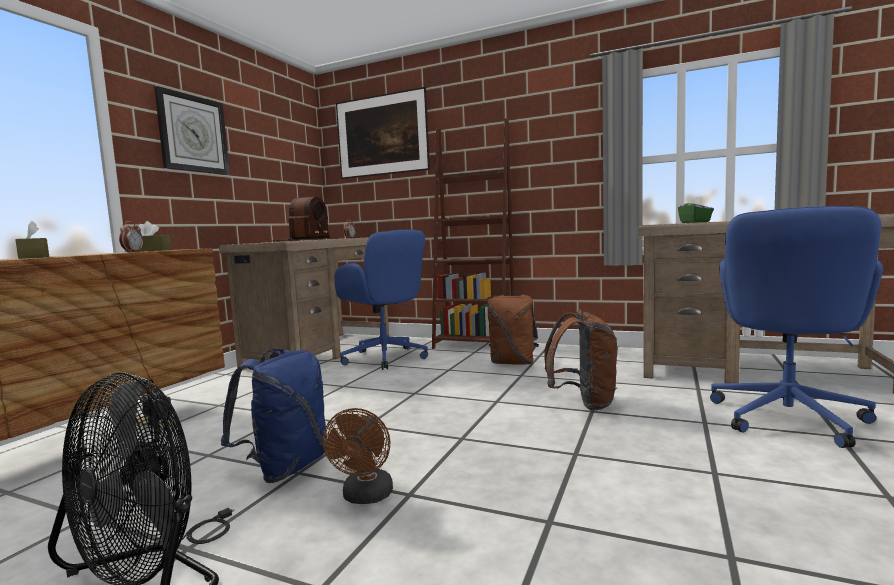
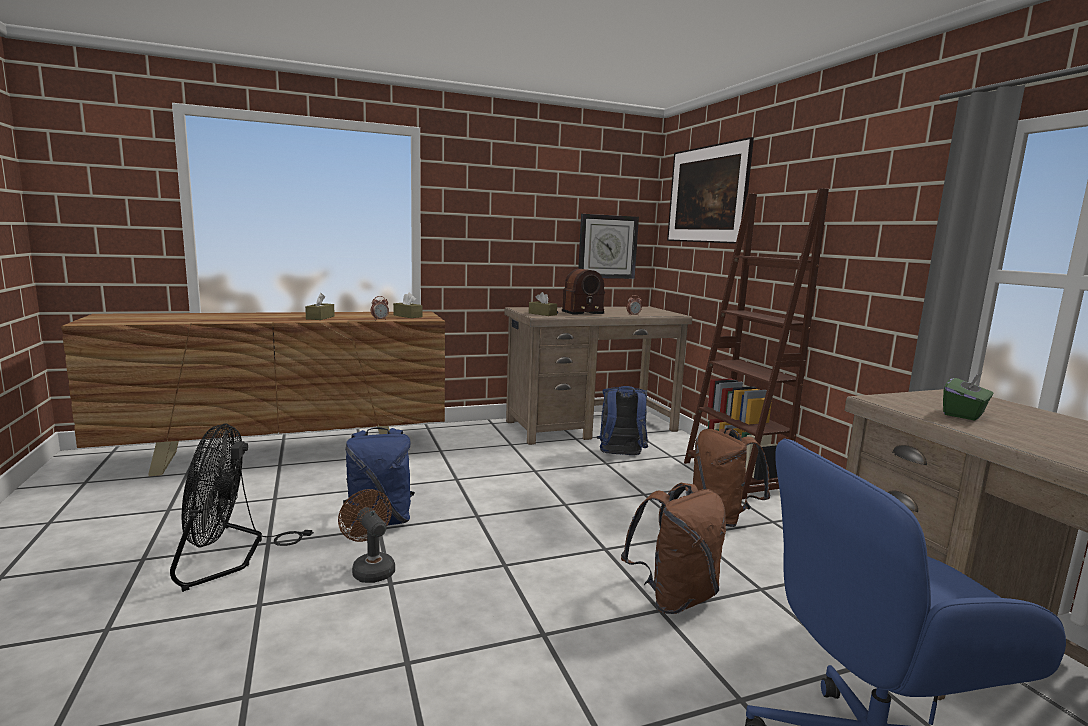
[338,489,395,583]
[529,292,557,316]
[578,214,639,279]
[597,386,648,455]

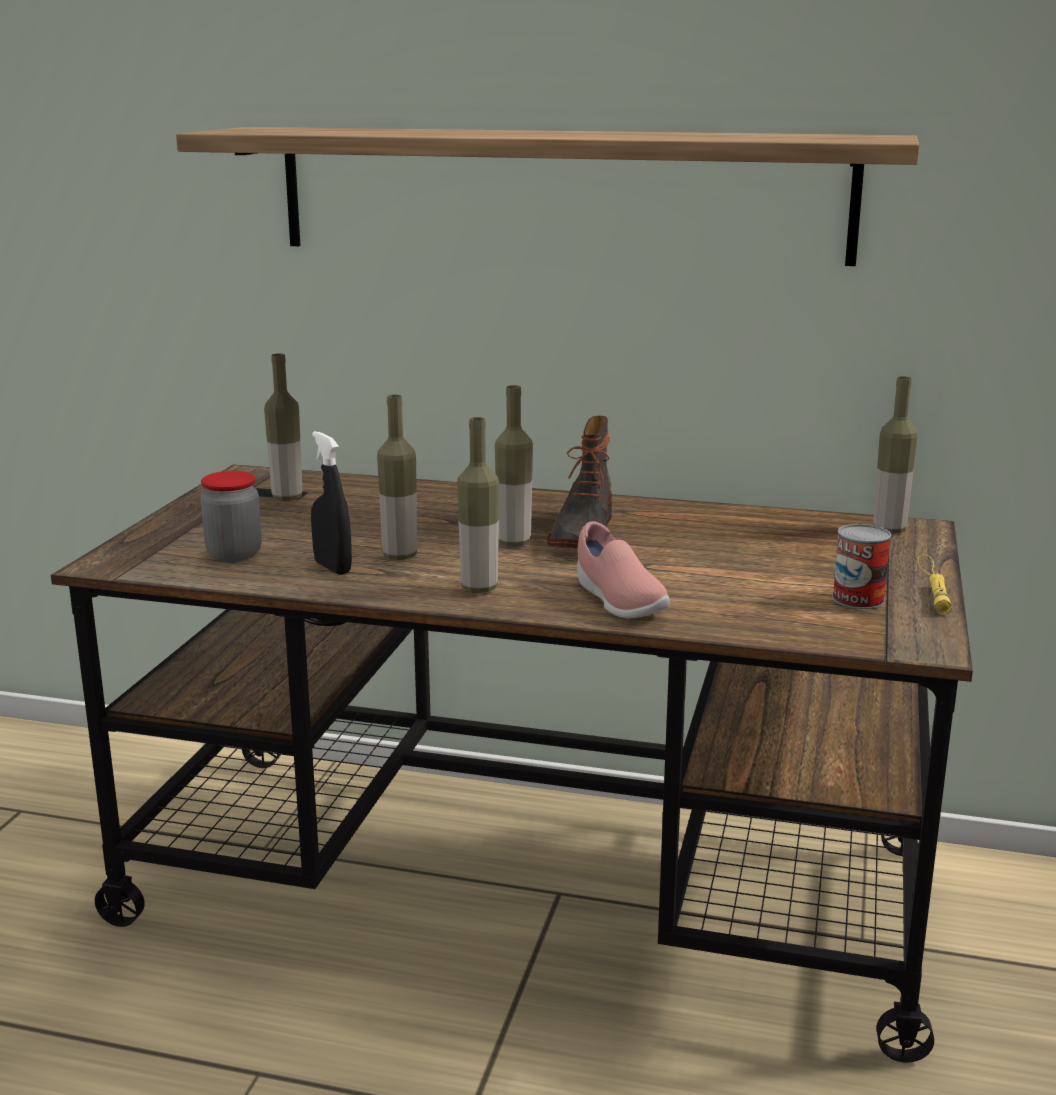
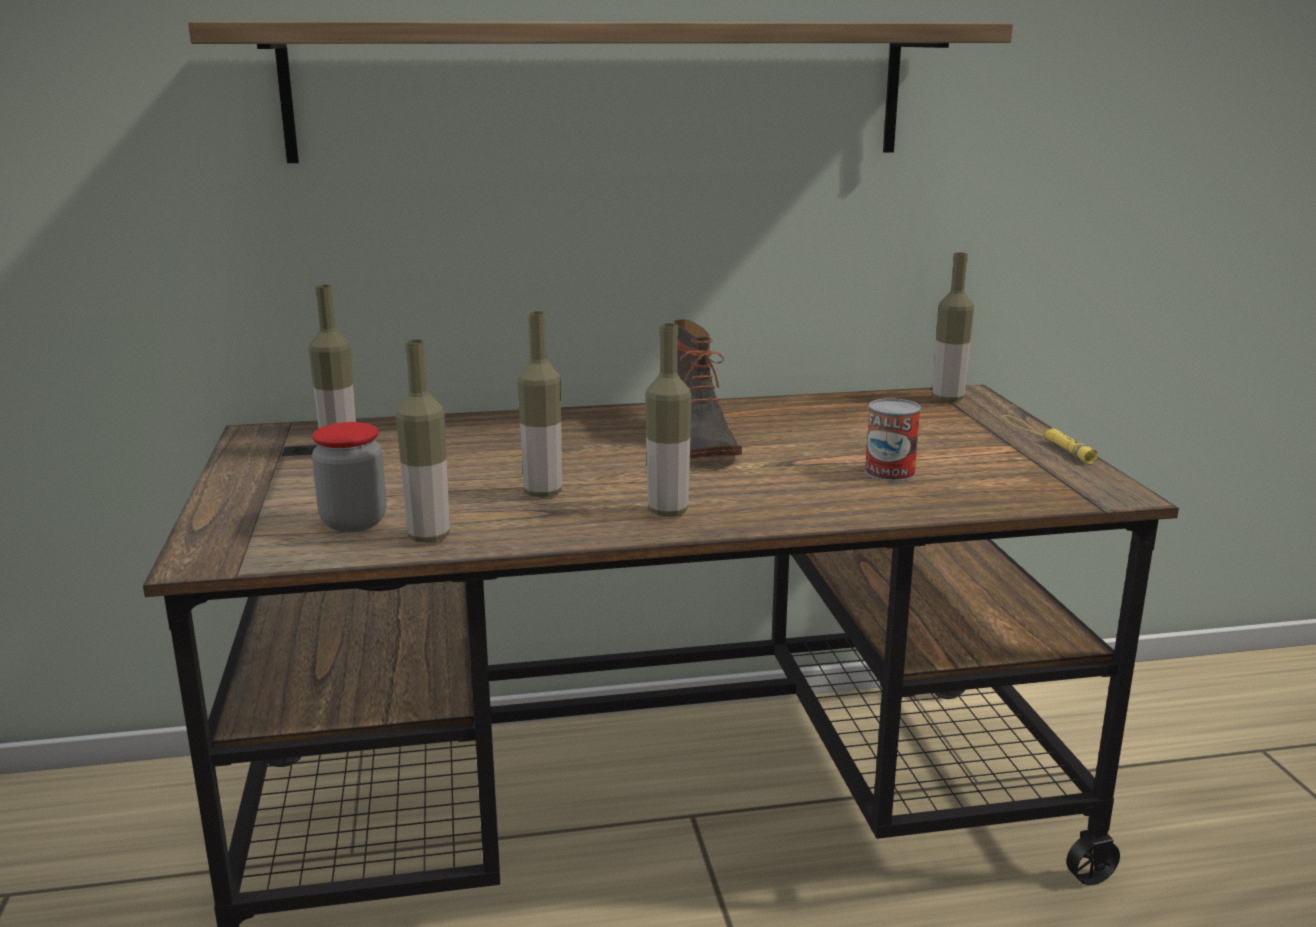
[396,339,450,543]
[864,398,921,481]
[311,431,352,575] (first image)
[577,521,670,619] (first image)

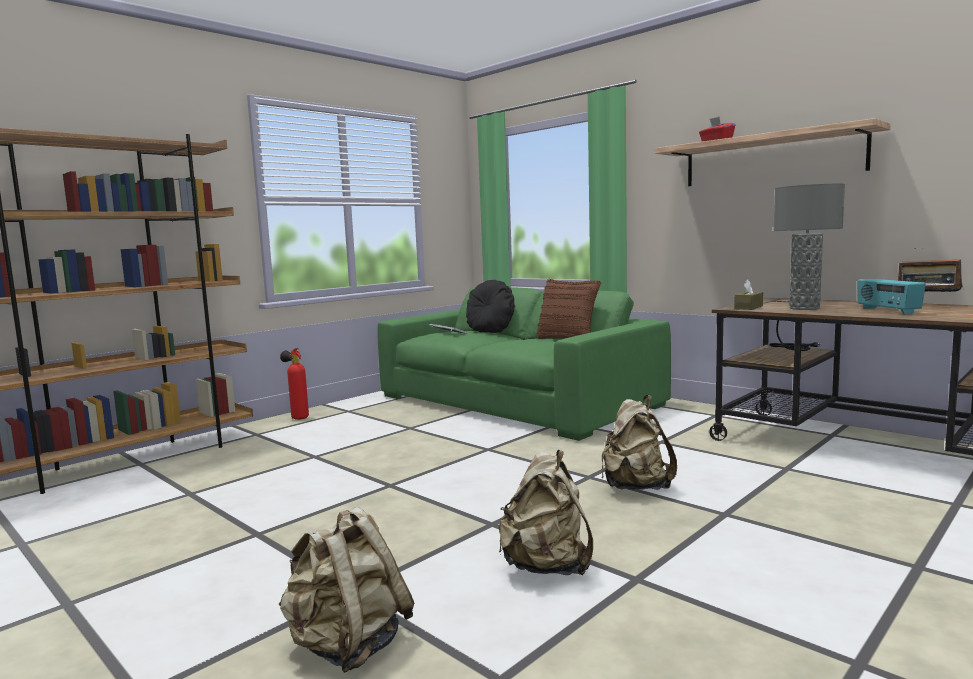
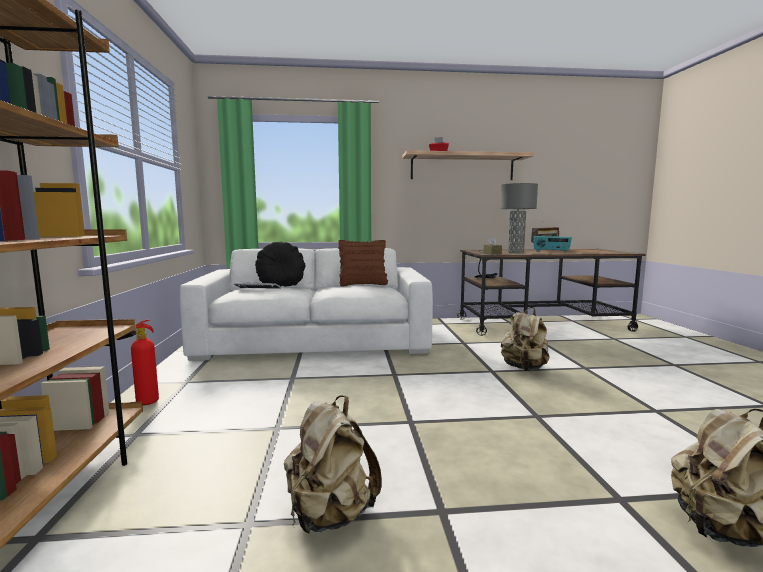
[180,248,433,361]
[284,395,382,534]

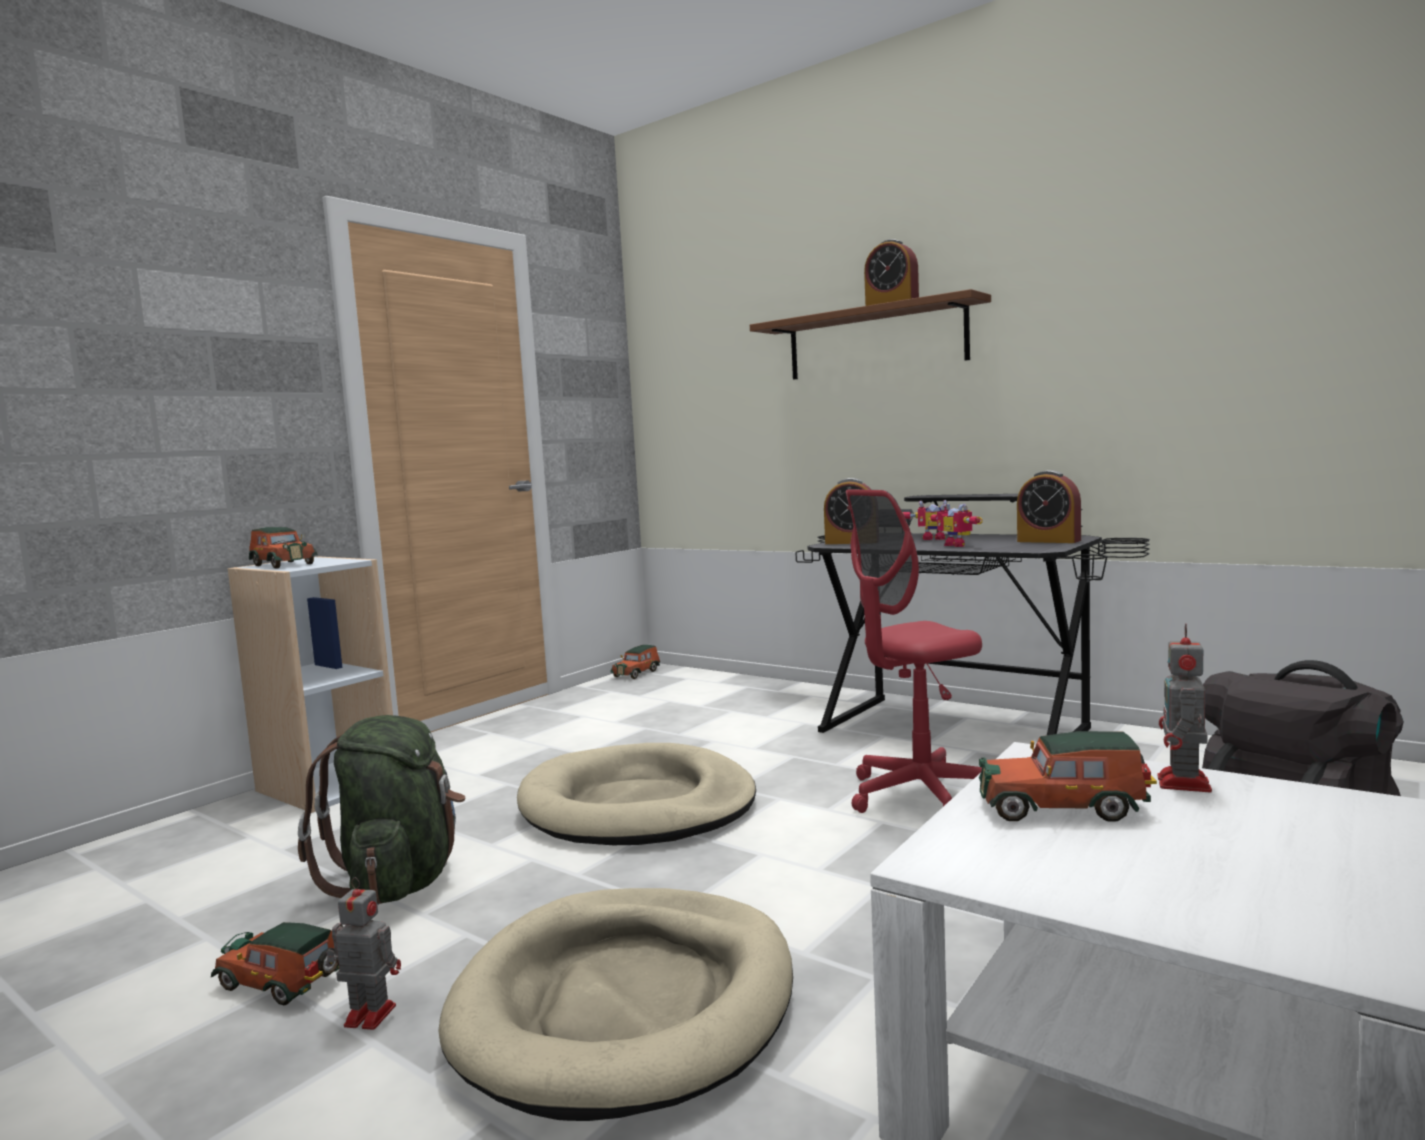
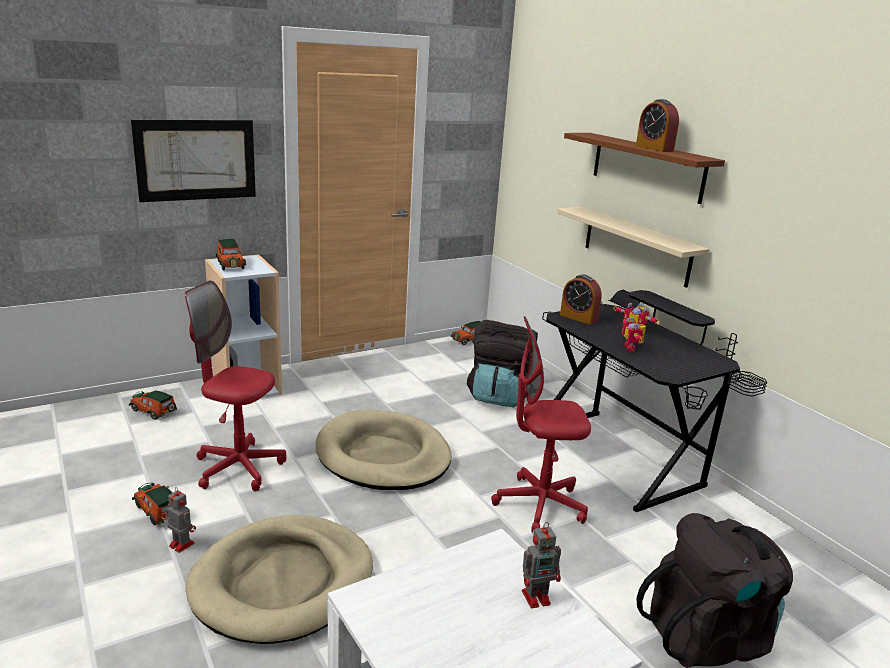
[129,390,177,420]
[131,120,256,202]
[185,280,287,492]
[467,320,538,407]
[522,522,561,608]
[557,207,710,288]
[1017,470,1081,543] (first image)

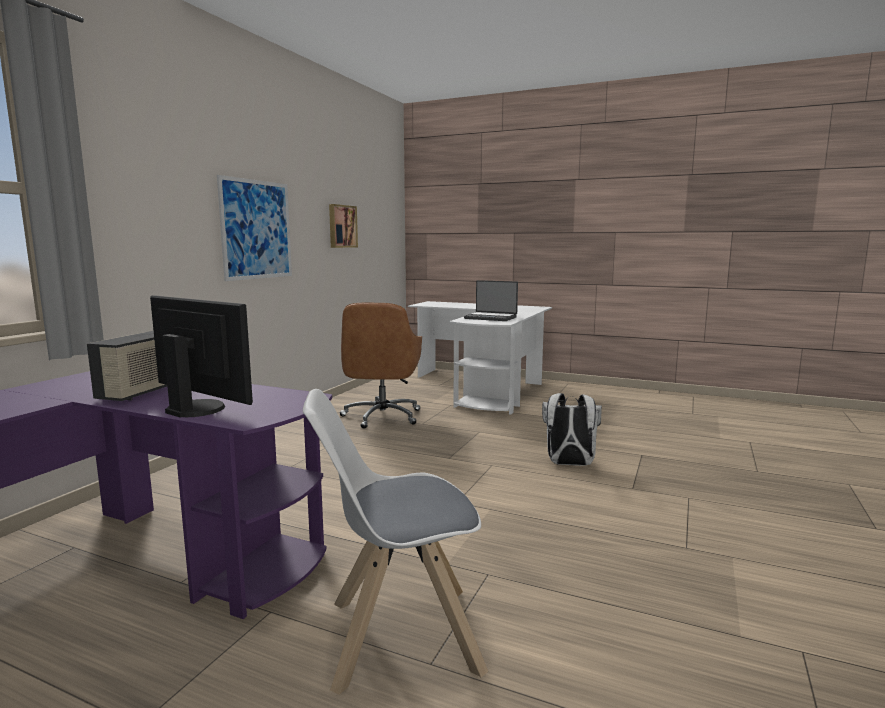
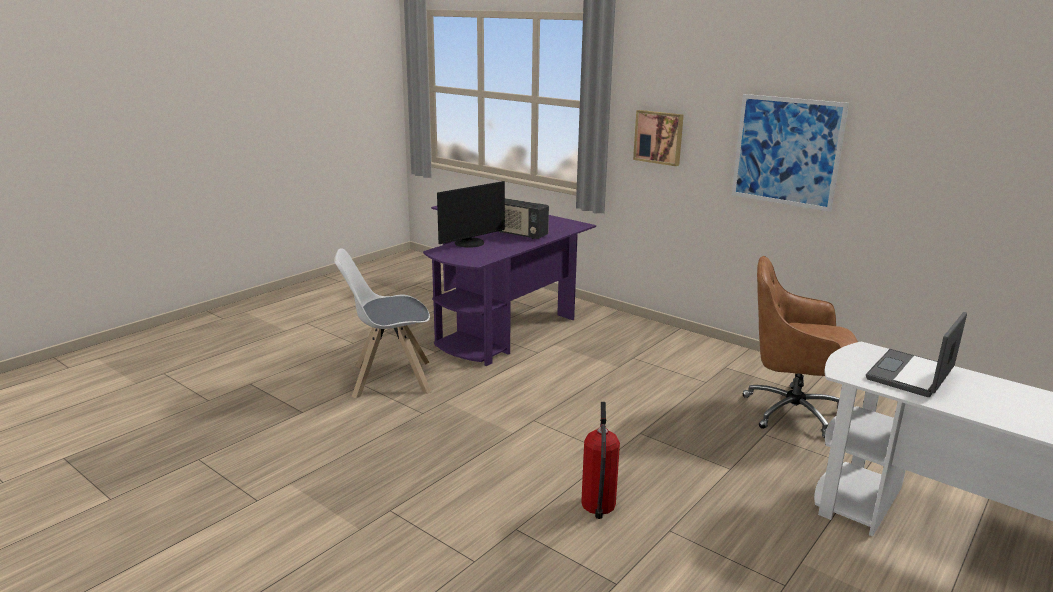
[334,248,432,398]
[581,402,620,519]
[633,110,684,166]

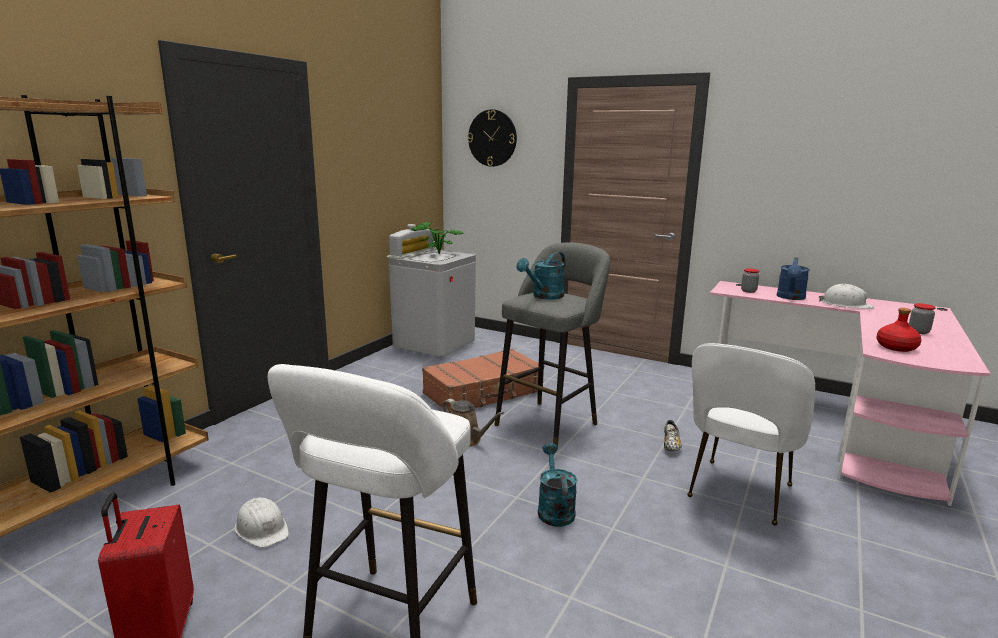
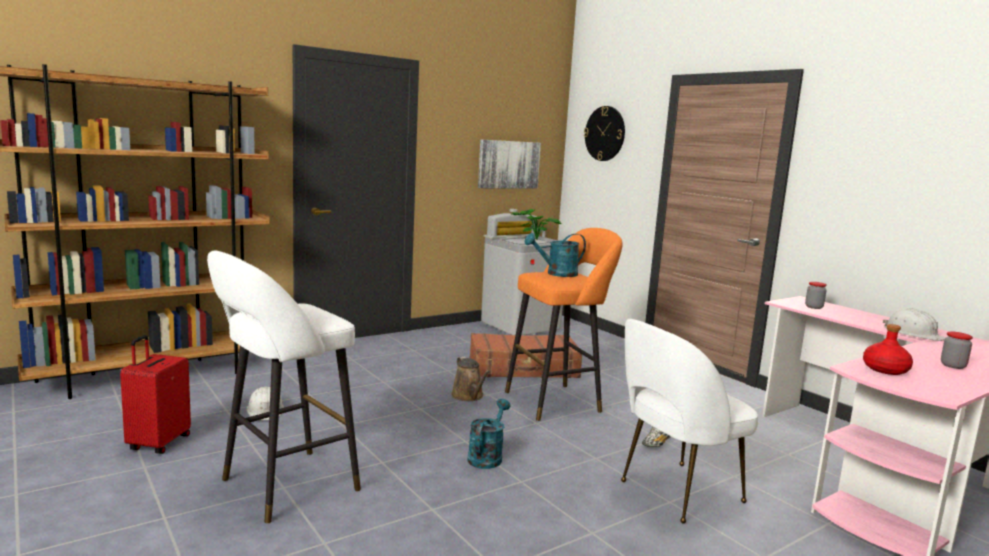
[478,140,541,189]
[505,228,623,421]
[777,257,810,300] (first image)

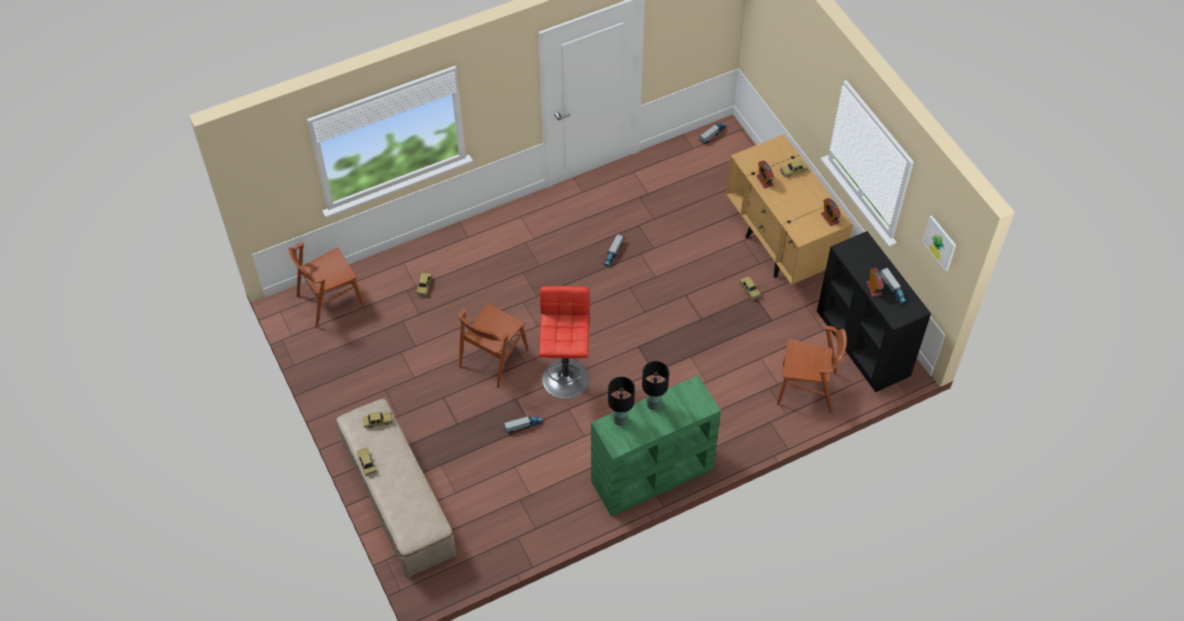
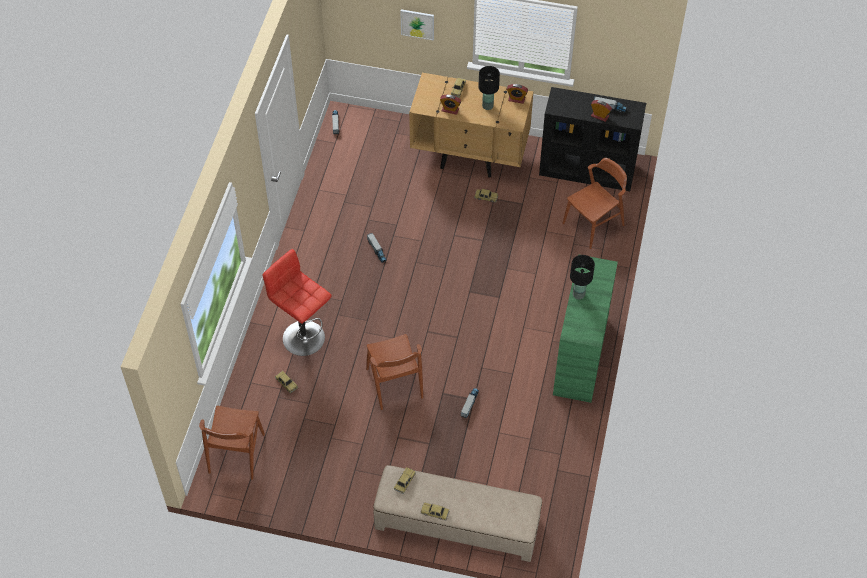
[262,249,332,356]
[400,9,434,40]
[478,66,500,110]

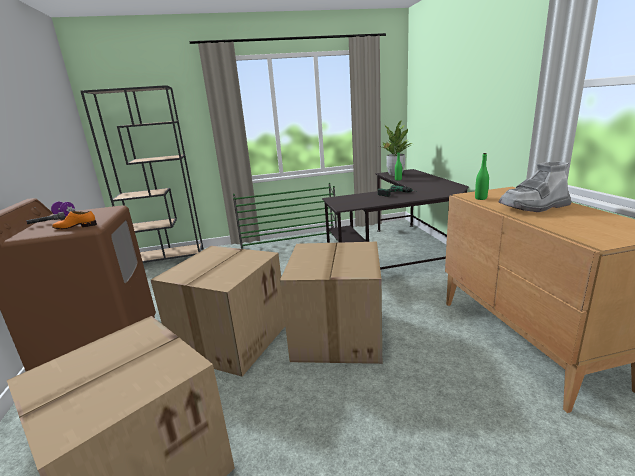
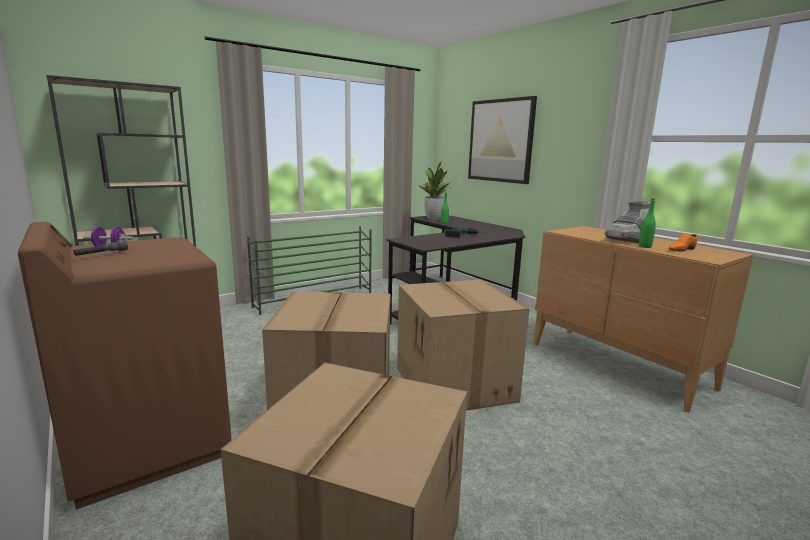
[468,96,537,184]
[639,199,656,248]
[669,234,698,251]

